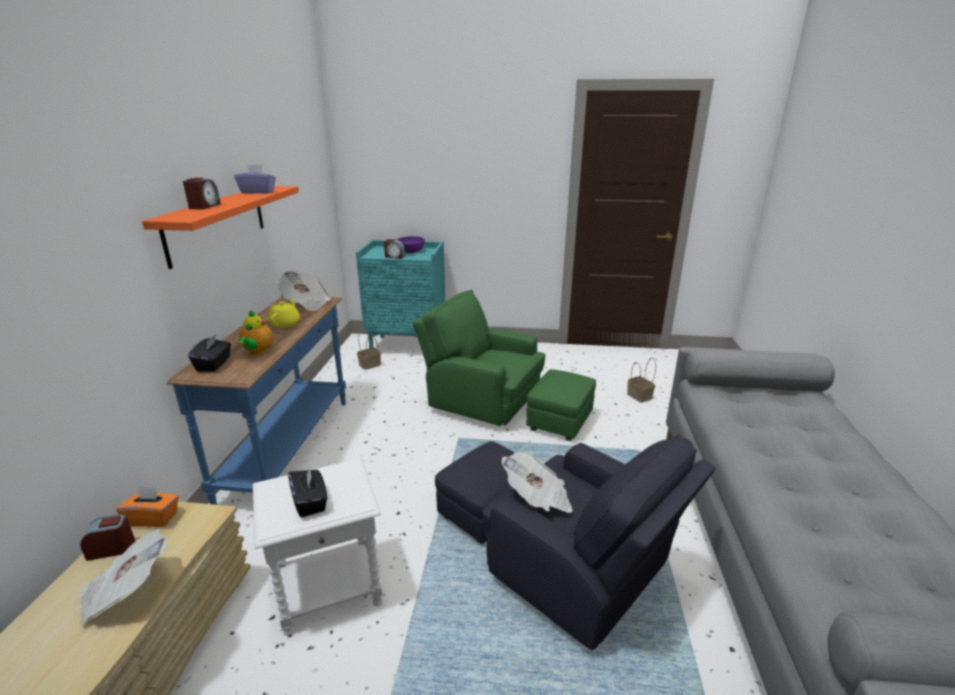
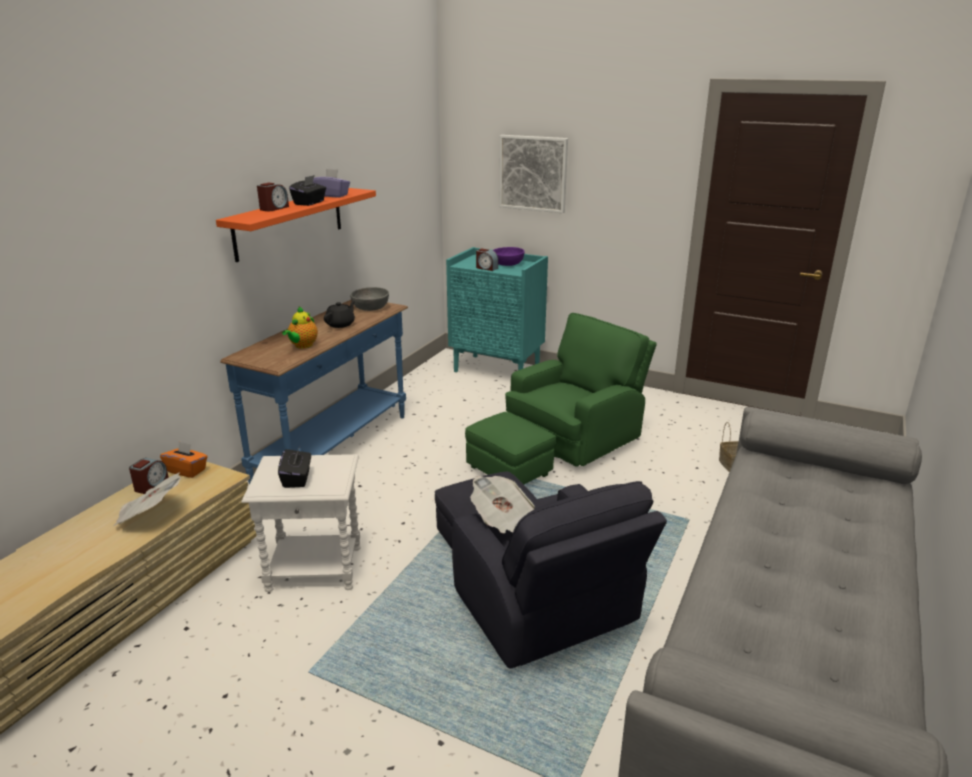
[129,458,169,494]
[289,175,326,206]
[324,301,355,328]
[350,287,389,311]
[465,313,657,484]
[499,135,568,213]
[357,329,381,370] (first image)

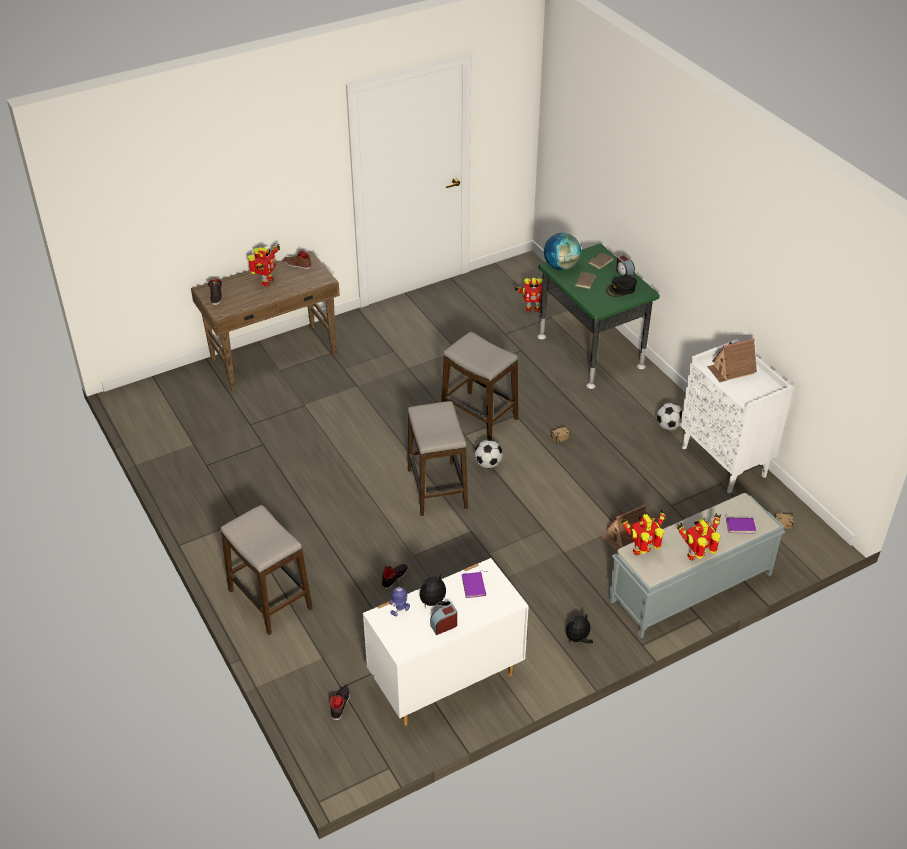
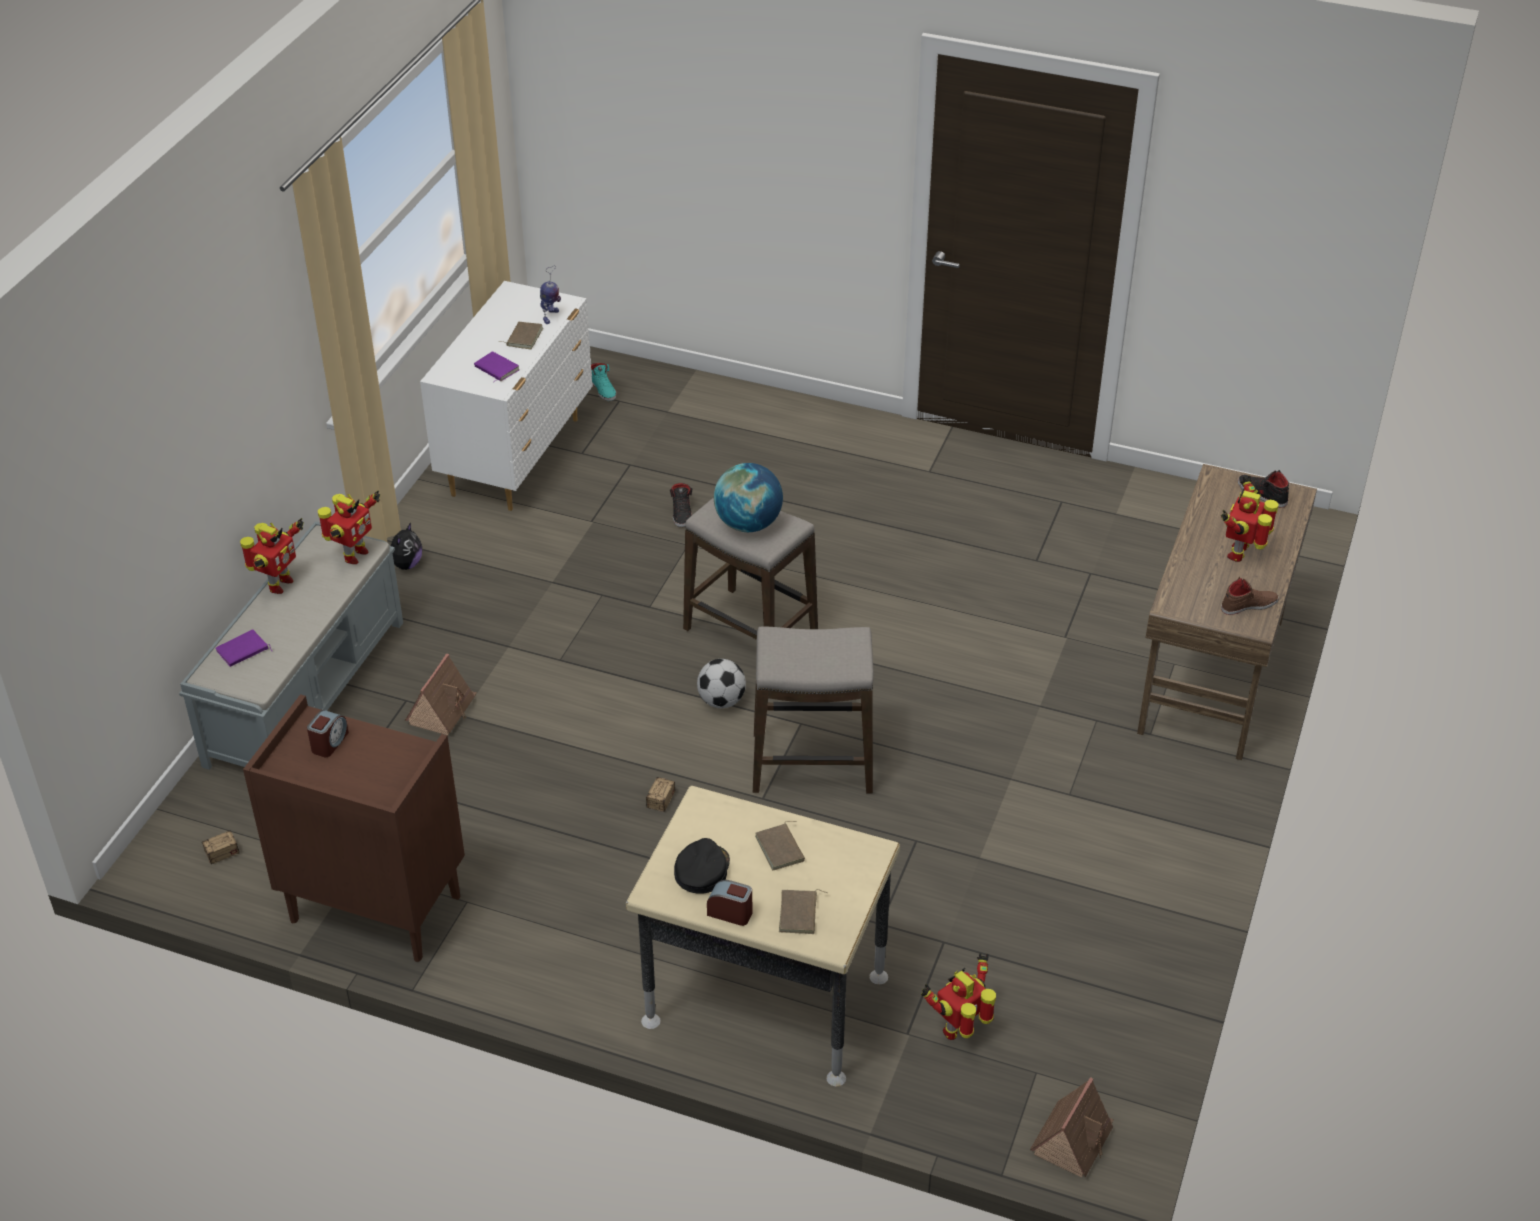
[243,694,465,962]
[307,710,349,757]
[499,322,543,349]
[591,363,616,401]
[626,786,900,1086]
[714,463,783,532]
[1030,1077,1113,1178]
[1221,476,1279,562]
[221,505,313,635] (first image)
[656,403,683,430] (first image)

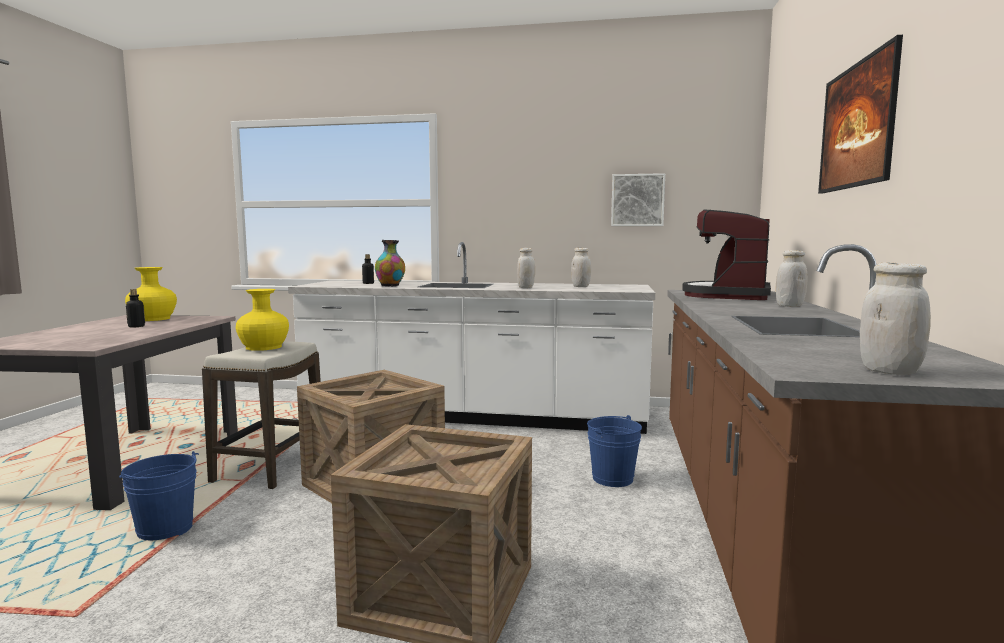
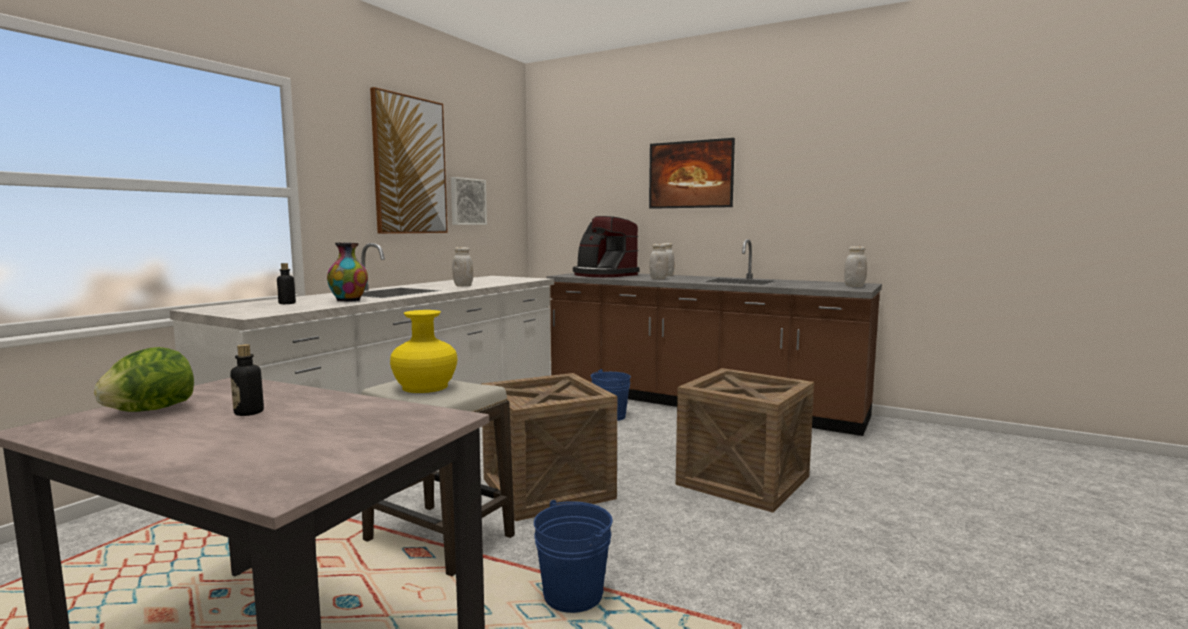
[94,347,194,412]
[370,87,448,234]
[650,244,669,279]

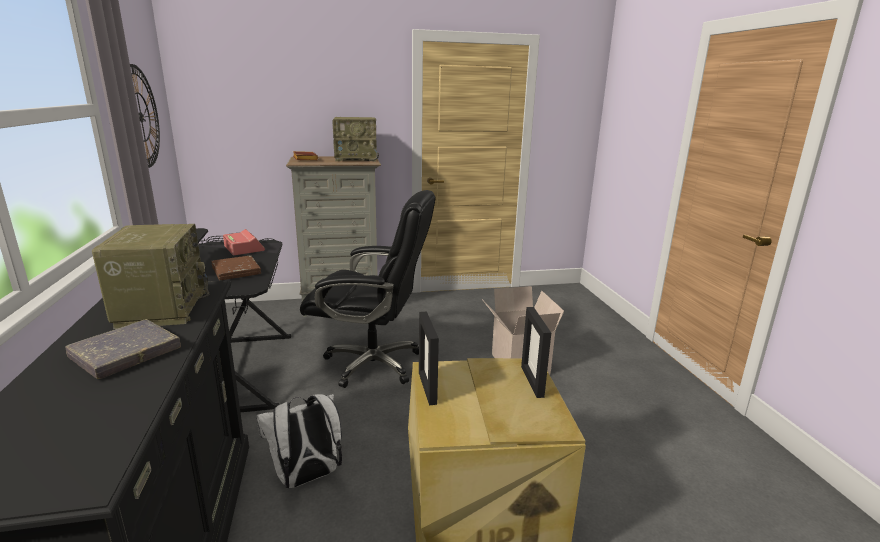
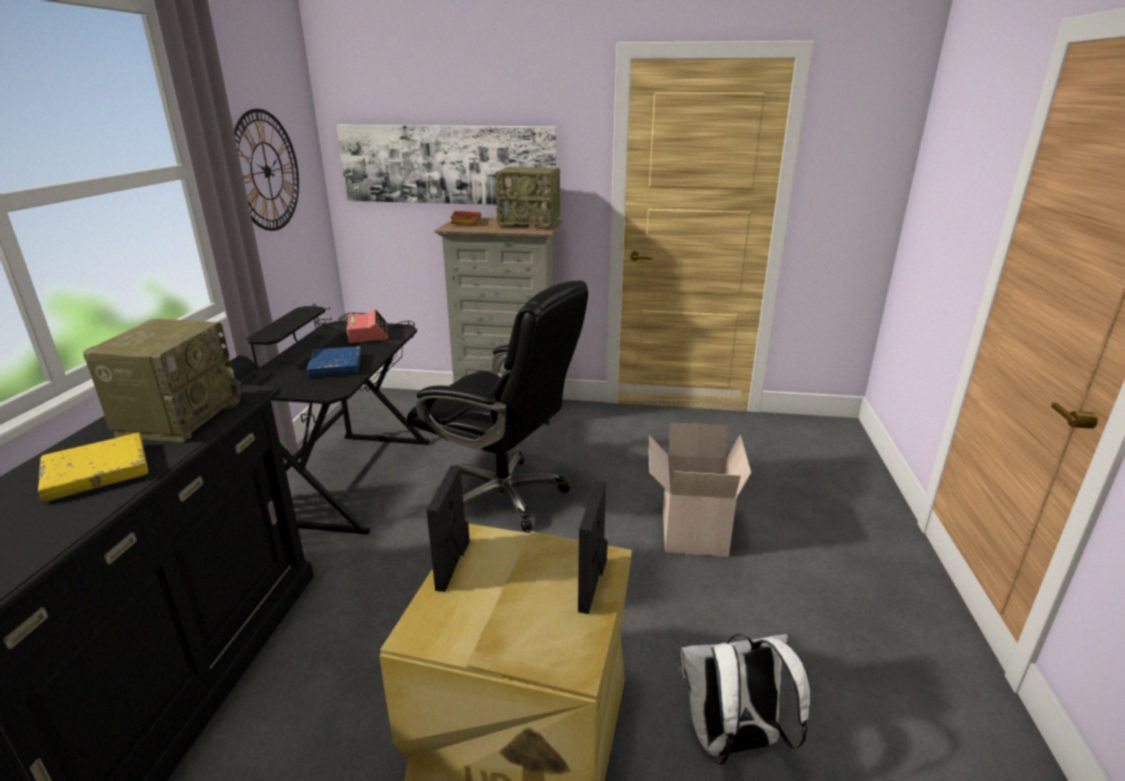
[38,433,148,501]
[307,346,362,377]
[337,125,557,205]
[679,634,811,765]

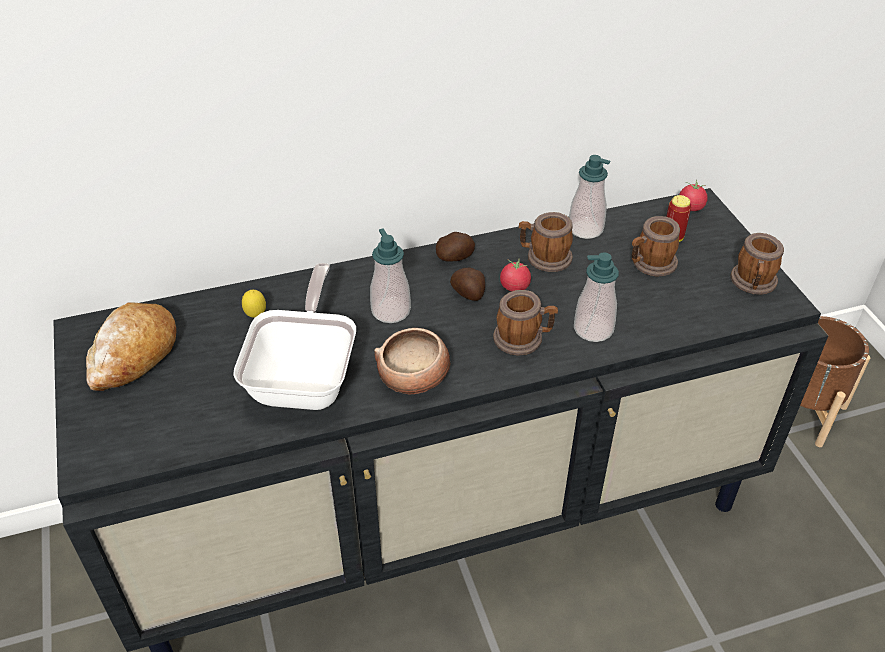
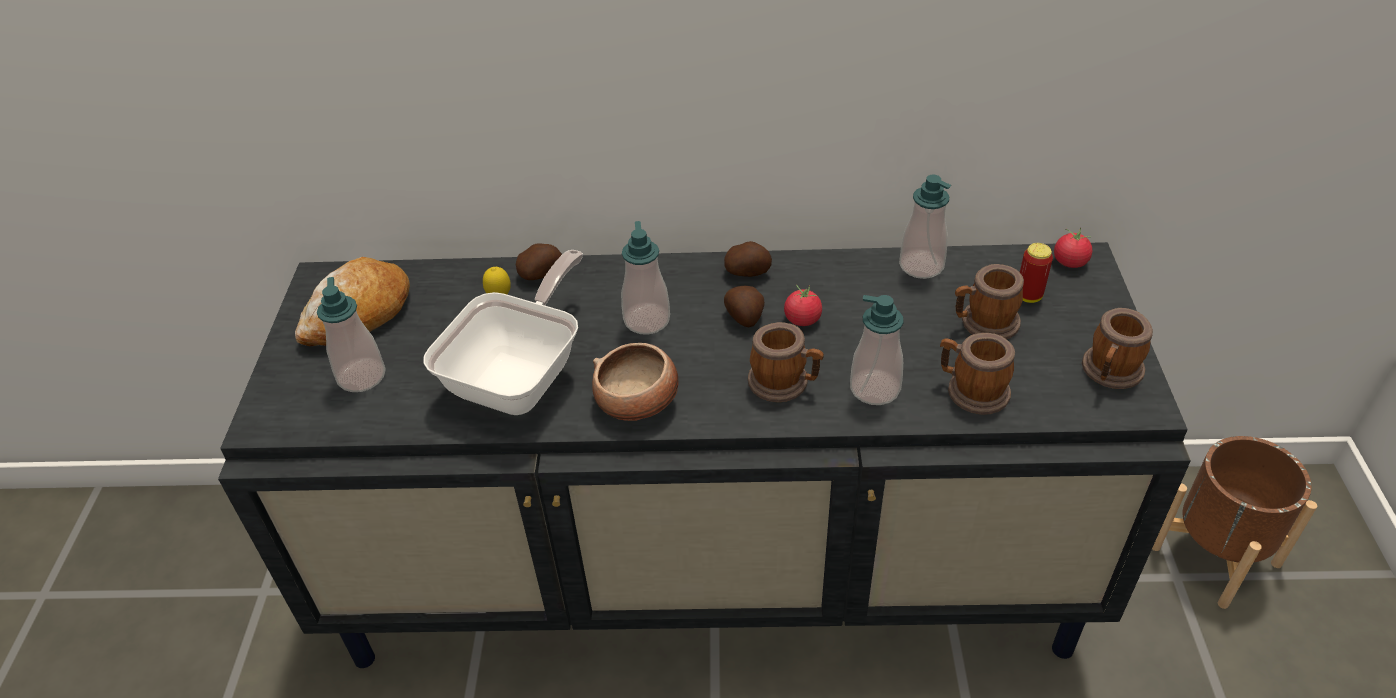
[317,277,385,392]
[516,243,562,280]
[940,333,1015,415]

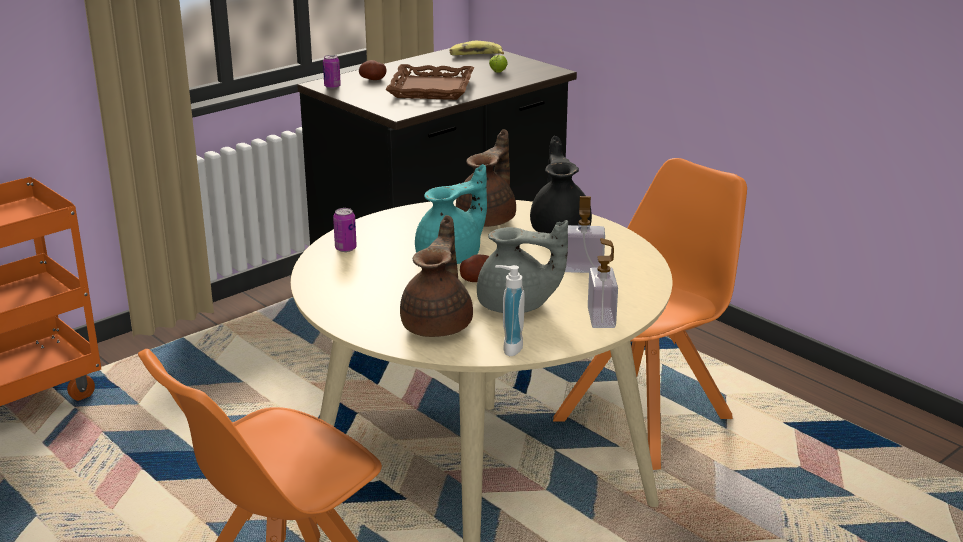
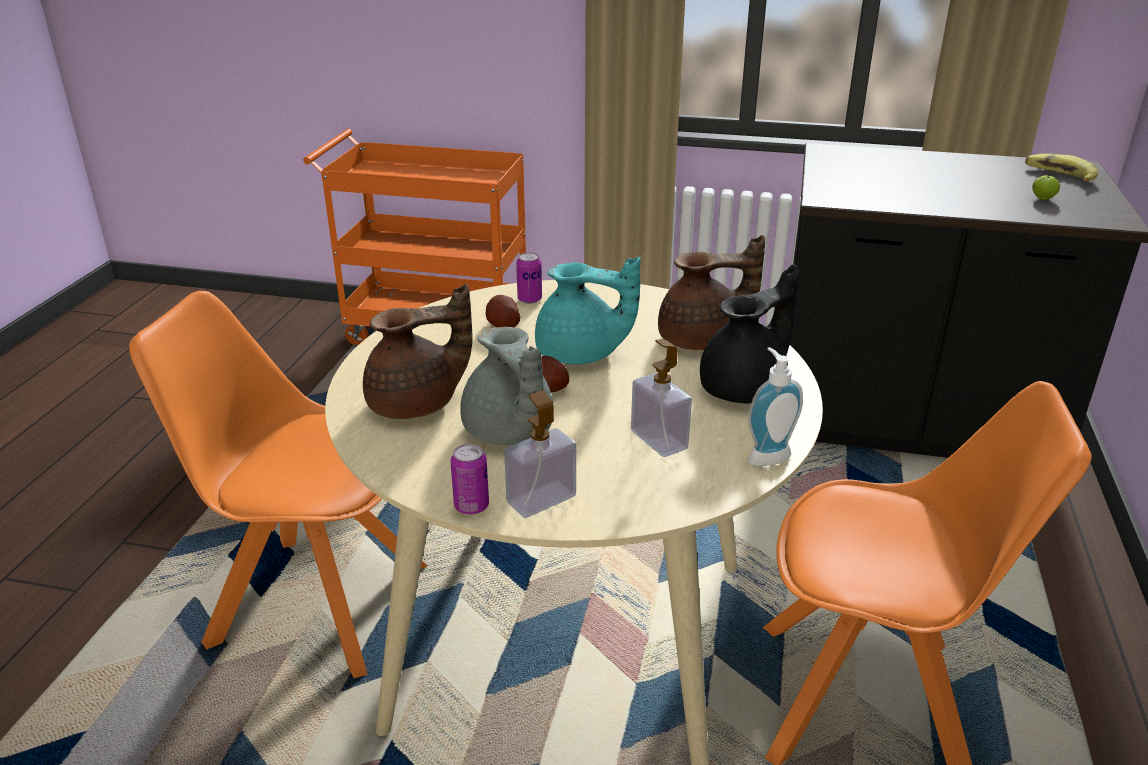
[451,444,489,515]
[486,295,520,327]
[748,347,803,466]
[385,64,474,100] (first image)

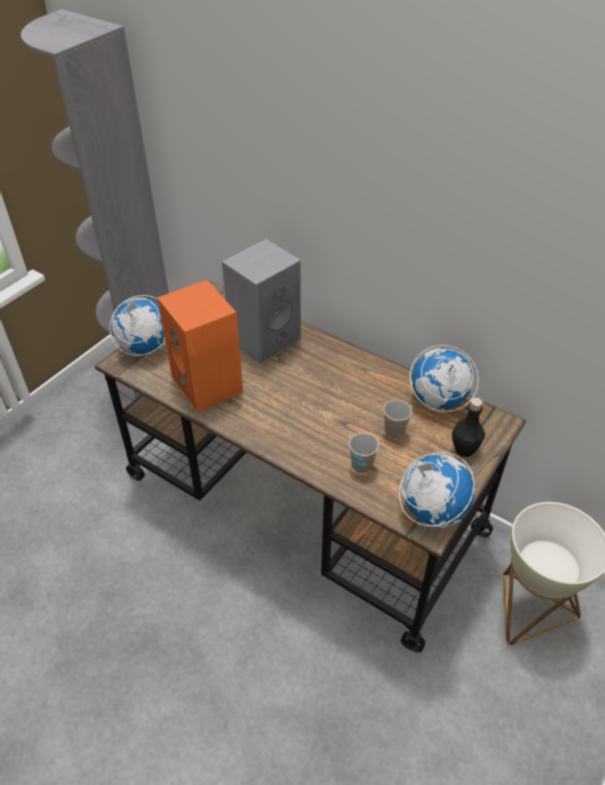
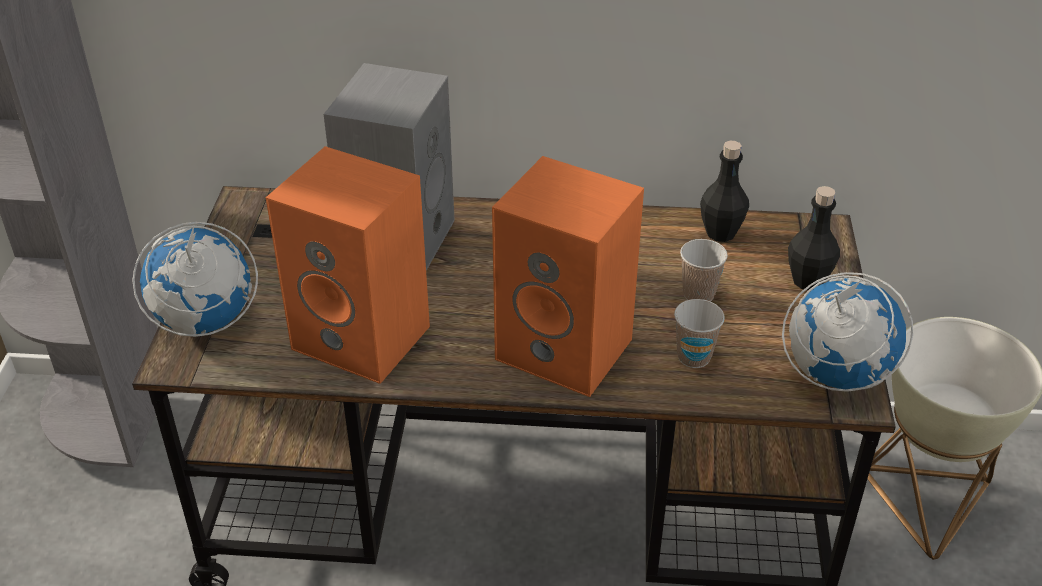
[492,156,644,397]
[700,141,749,242]

